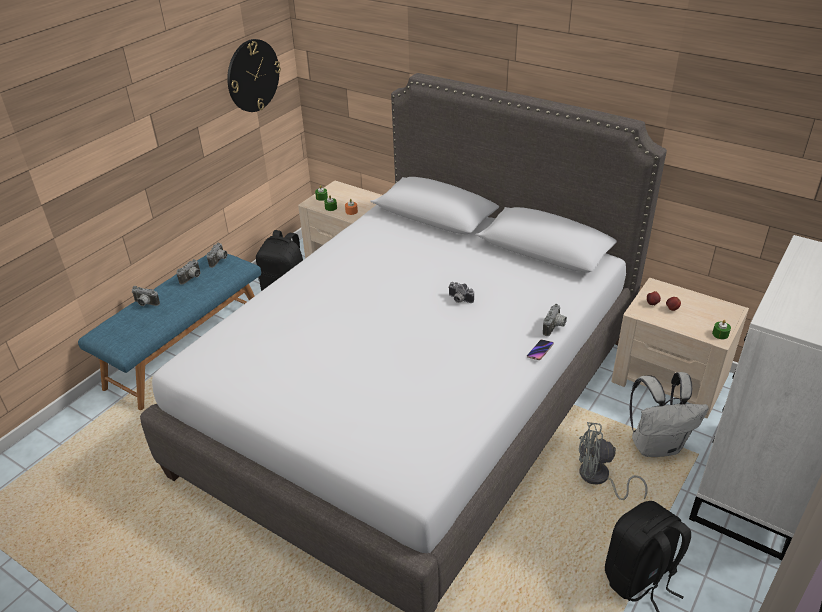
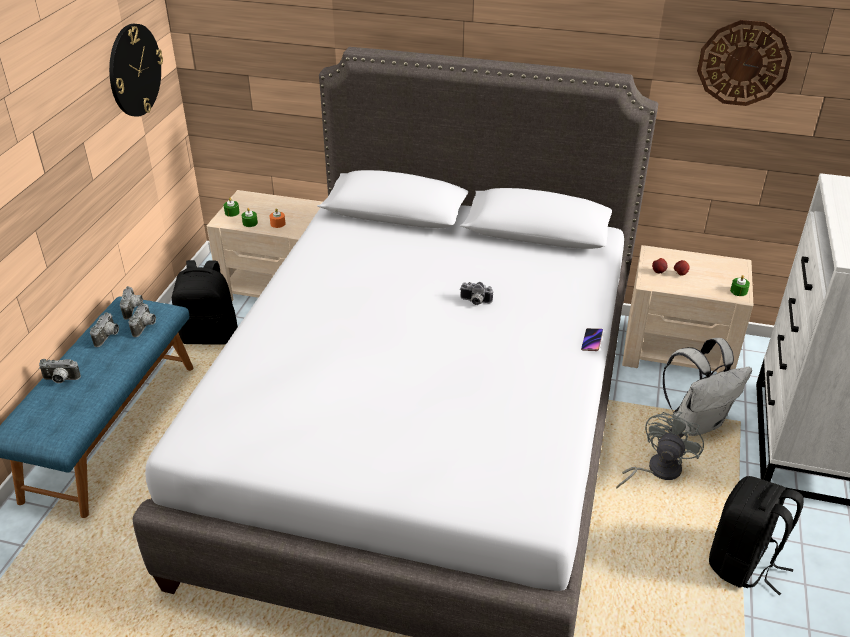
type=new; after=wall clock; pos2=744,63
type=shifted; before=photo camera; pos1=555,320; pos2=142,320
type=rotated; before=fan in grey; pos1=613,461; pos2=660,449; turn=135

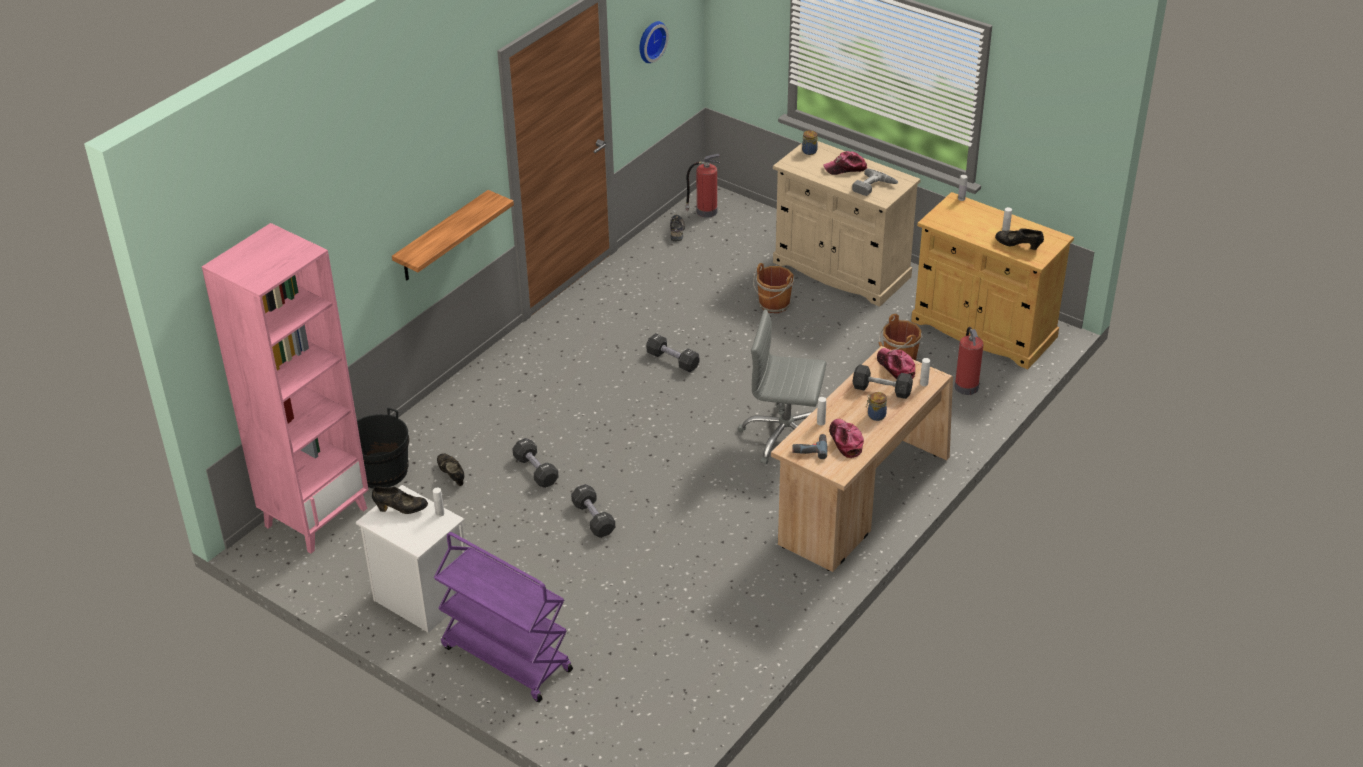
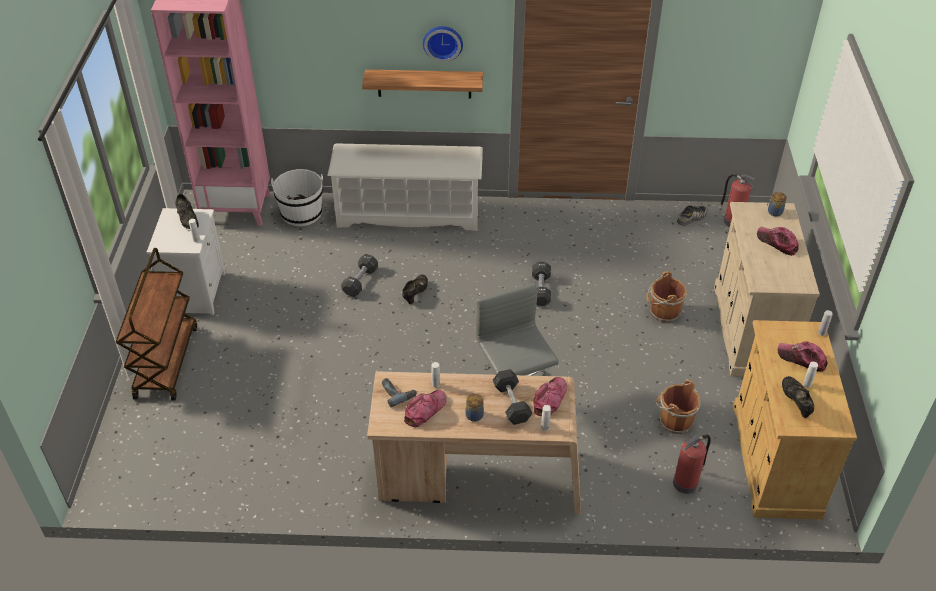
type=gone; before=dumbbell in black; pos1=593,511
type=gone; before=power drill; pos1=875,182
type=new; after=shoe rack in white; pos2=405,187
type=new; after=cap; pos2=803,356
type=shifted; before=shoe in black; pos1=450,469; pos2=415,289
type=shifted; before=wall clock; pos1=654,42; pos2=443,44
type=repainted; before=bucket in black; after=bucket in white; pos1=383,448; pos2=297,197
type=repainted; before=cart in purple; after=cart in brown; pos1=503,617; pos2=156,324

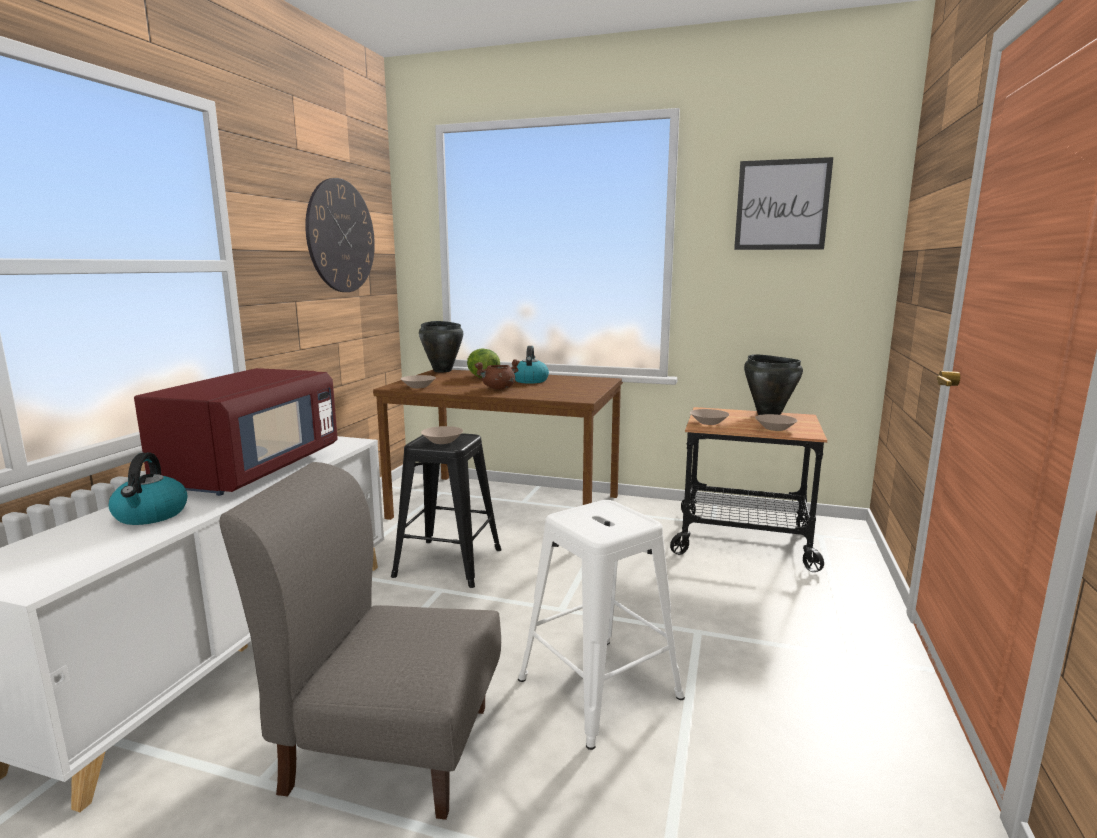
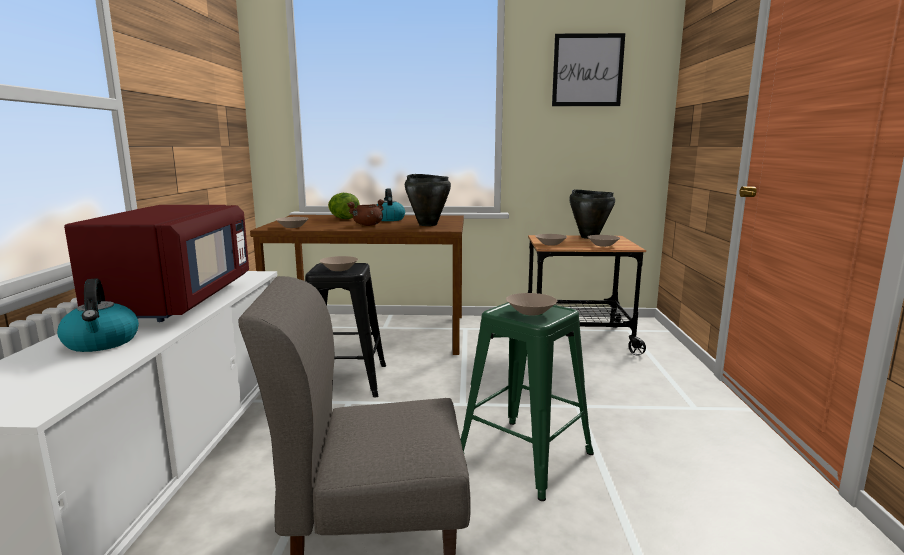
type=gone; before=wall clock; pos1=340,235
type=new; after=bowl in beige; pos2=531,304
type=shifted; before=cooking pot in black; pos1=441,346; pos2=428,200
type=repainted; before=stool in white; after=stool in green; pos1=601,625; pos2=527,401

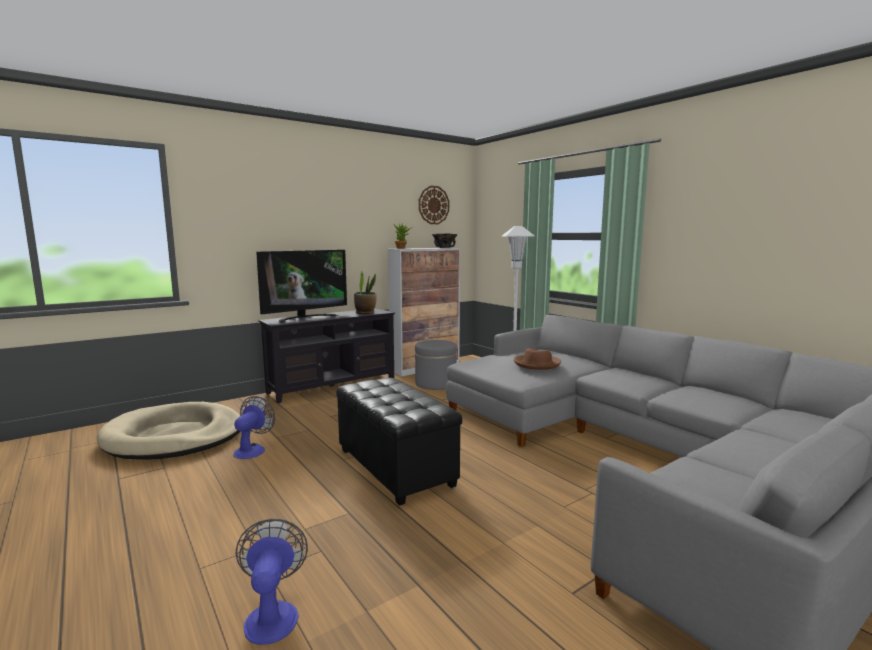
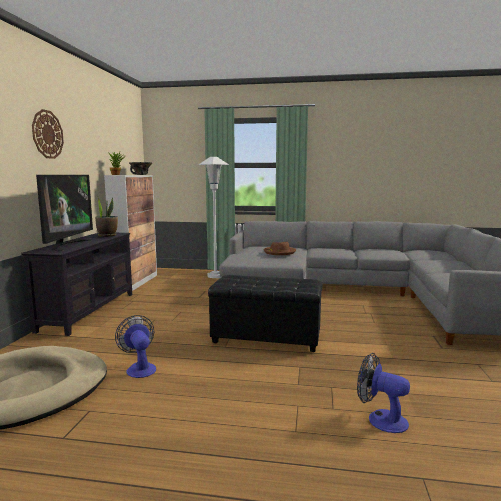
type=gone; before=ottoman in grey; pos1=436,365
type=shifted; before=wall clock; pos1=434,205; pos2=48,134

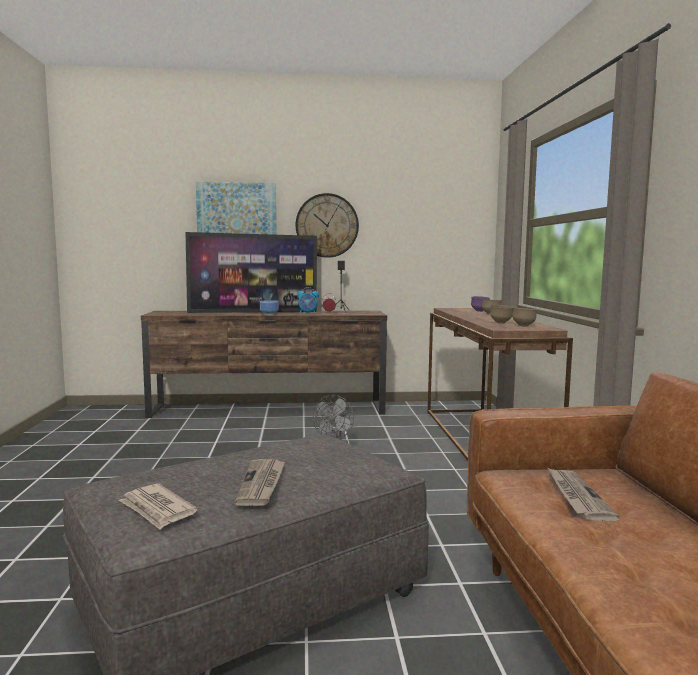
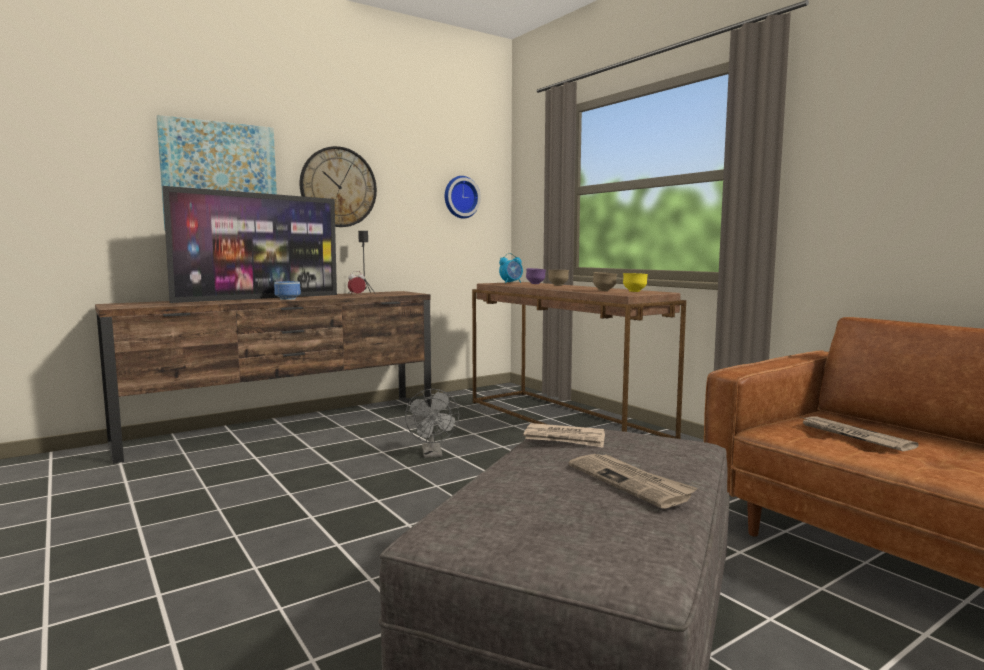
type=new; after=wall clock; pos2=463,197
type=shifted; before=newspaper; pos1=158,507; pos2=564,435
type=shifted; before=alarm clock; pos1=308,300; pos2=511,268
type=repainted; before=bowl in brown; after=bowl in yellow; pos1=524,317; pos2=635,282

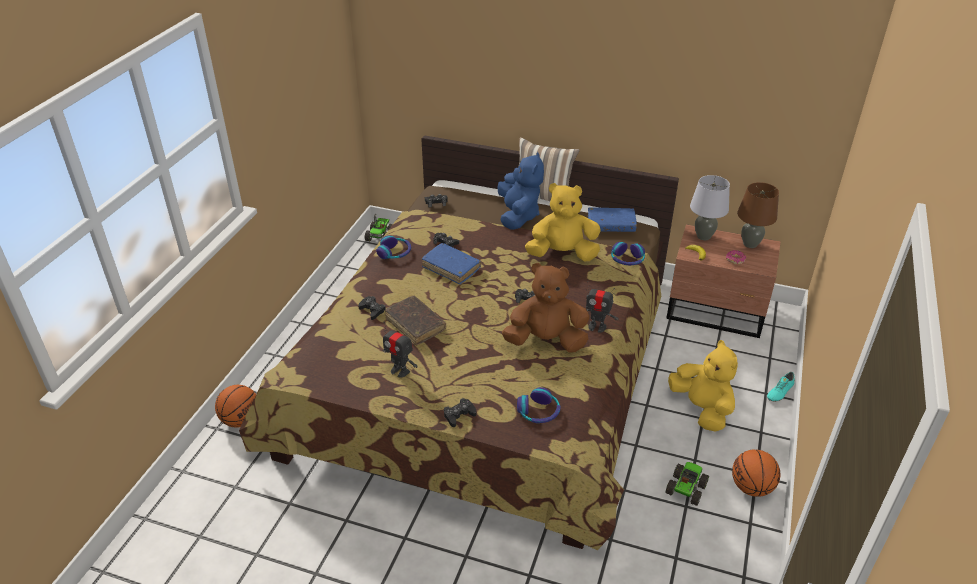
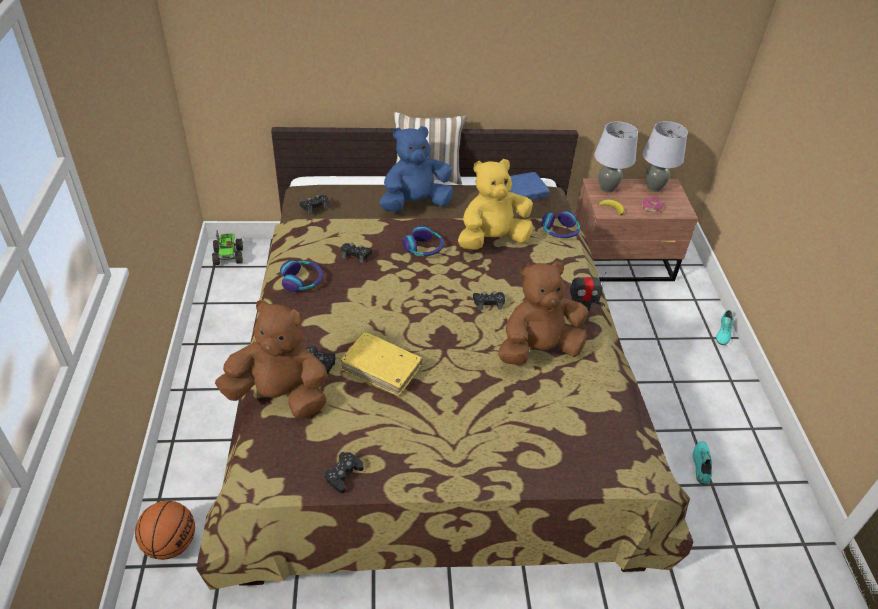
type=gone; before=toy robot; pos1=400,349
type=gone; before=book in blue; pos1=451,263
type=gone; before=plush toy in yellow; pos1=703,386
type=gone; before=basketball; pos1=756,473
type=new; after=plush toy in brown; pos2=271,359
type=shifted; before=game controller in black; pos1=460,412; pos2=344,472
type=shifted; before=headphones; pos1=538,405; pos2=423,241
type=swapped; before=toy truck; after=shoe in turquoise; pos1=687,484; pos2=702,463
type=repainted; before=book in brown; after=book in yellow; pos1=415,320; pos2=381,364
type=repainted; before=table lamp in brown; after=table lamp in grey; pos1=758,215; pos2=665,156
type=rotated; before=plush toy in blue; pos1=520,191; pos2=416,169; turn=-90

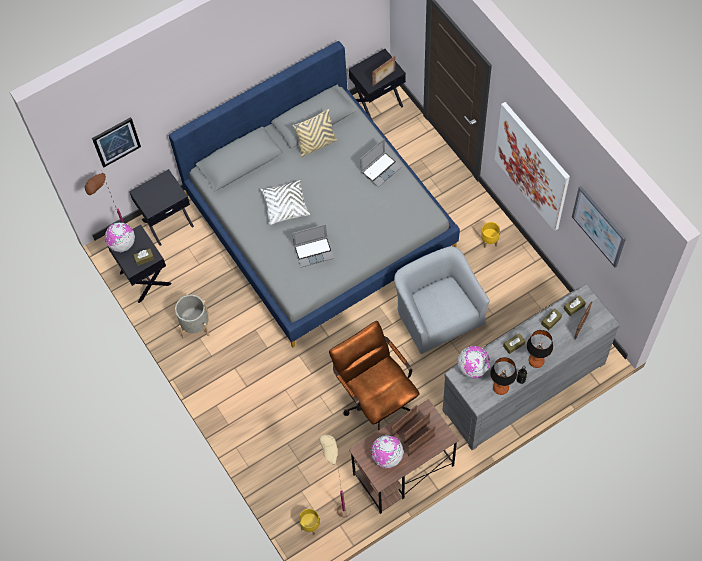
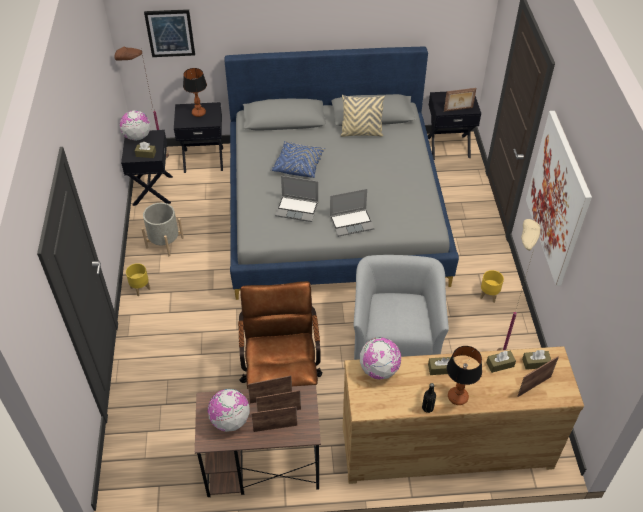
type=gone; before=picture; pos1=599,227
type=shifted; before=planter in yellow; pos1=309,522; pos2=138,279
type=shifted; before=floor lamp in beige; pos1=335,476; pos2=518,285
type=shifted; before=laptop; pos1=381,163; pos2=352,213
type=shifted; before=table lamp; pos1=503,376; pos2=195,92
type=repainted; before=pillow in white; after=pillow in blue; pos1=285,202; pos2=298,159
type=repainted; before=dresser in grey; after=dresser in brown; pos1=531,367; pos2=463,415

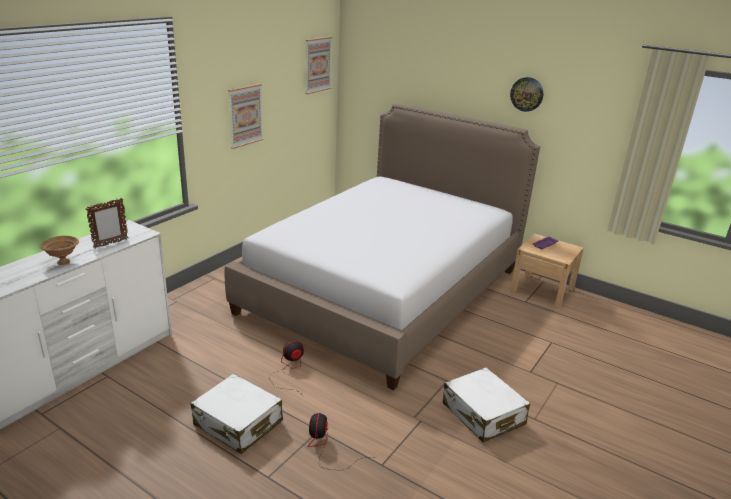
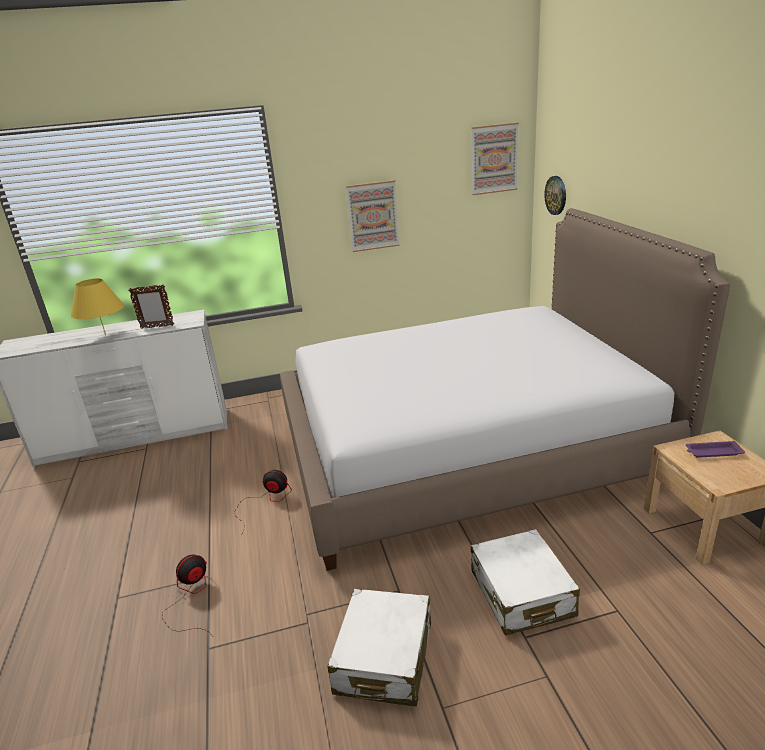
type=shifted; before=suitcase in white; pos1=237,414; pos2=525,582
type=shifted; before=wall clock; pos1=526,94; pos2=555,195
type=swapped; before=bowl in brown; after=table lamp in yellow; pos1=59,250; pos2=97,306

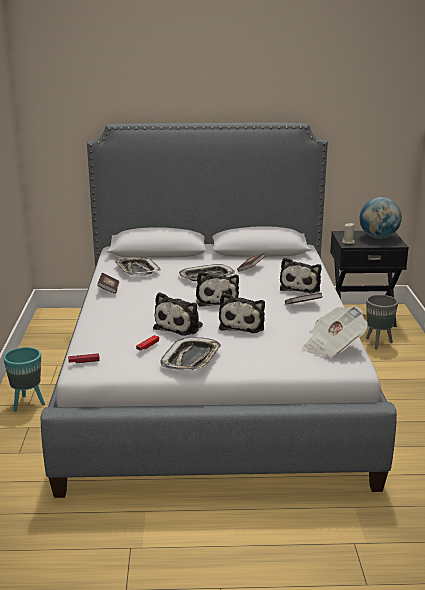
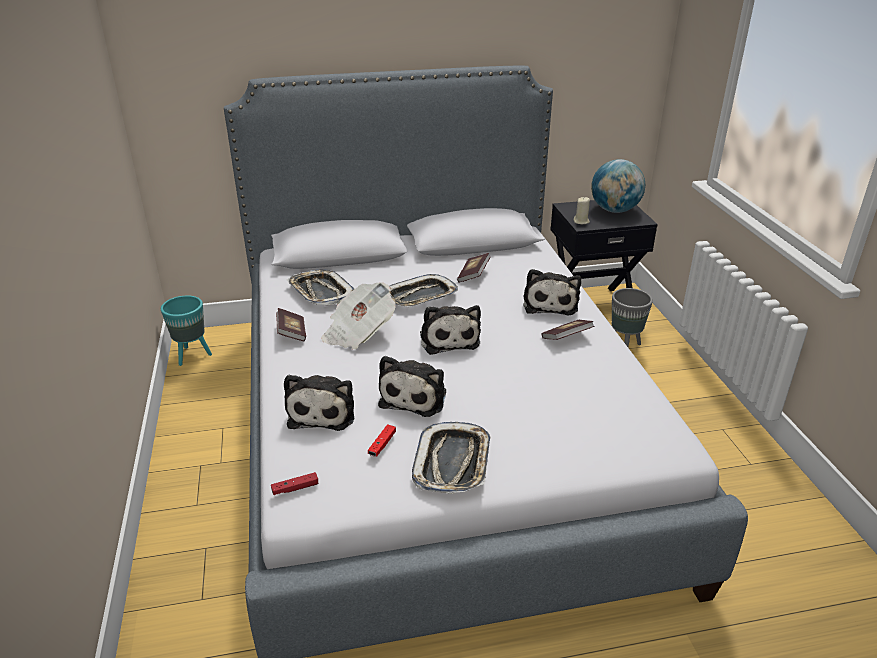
type=shifted; before=planter in turquoise; pos1=24,379; pos2=186,331
type=shifted; before=plush toy; pos1=242,313; pos2=319,403
type=shifted; before=newspaper; pos1=335,331; pos2=358,315

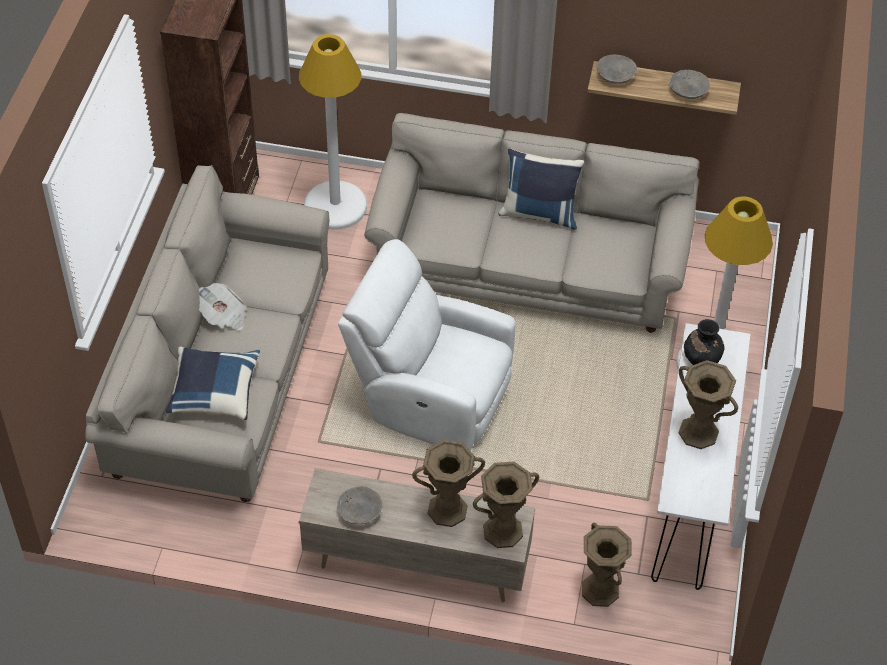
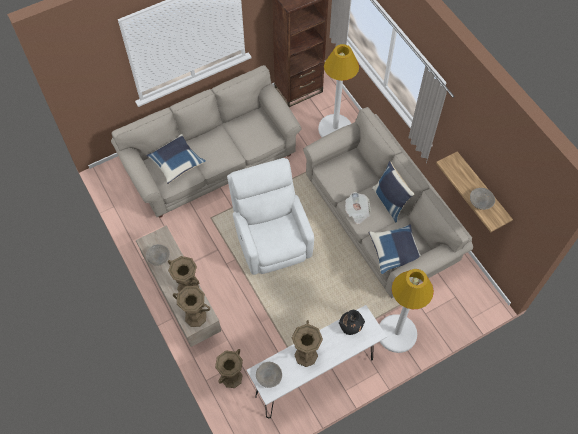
type=new; after=pillow in blue; pos2=394,249
type=shifted; before=newspaper; pos1=223,307; pos2=357,208
type=shifted; before=bowl in grey; pos1=617,69; pos2=269,375

